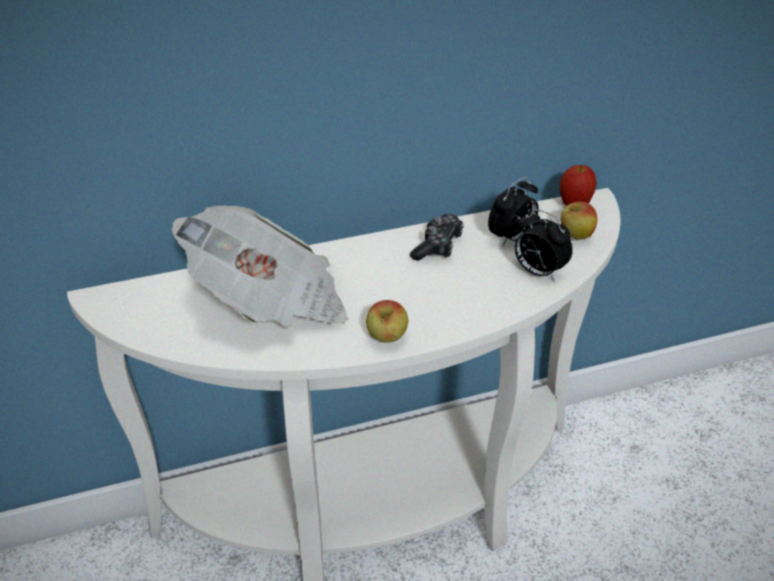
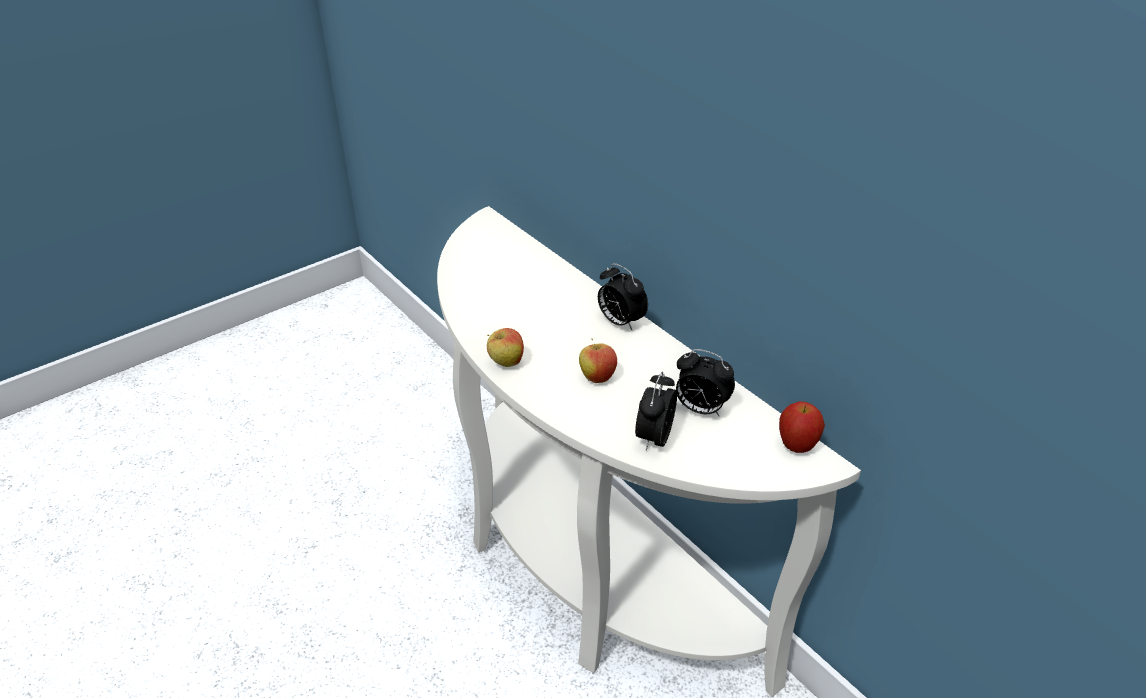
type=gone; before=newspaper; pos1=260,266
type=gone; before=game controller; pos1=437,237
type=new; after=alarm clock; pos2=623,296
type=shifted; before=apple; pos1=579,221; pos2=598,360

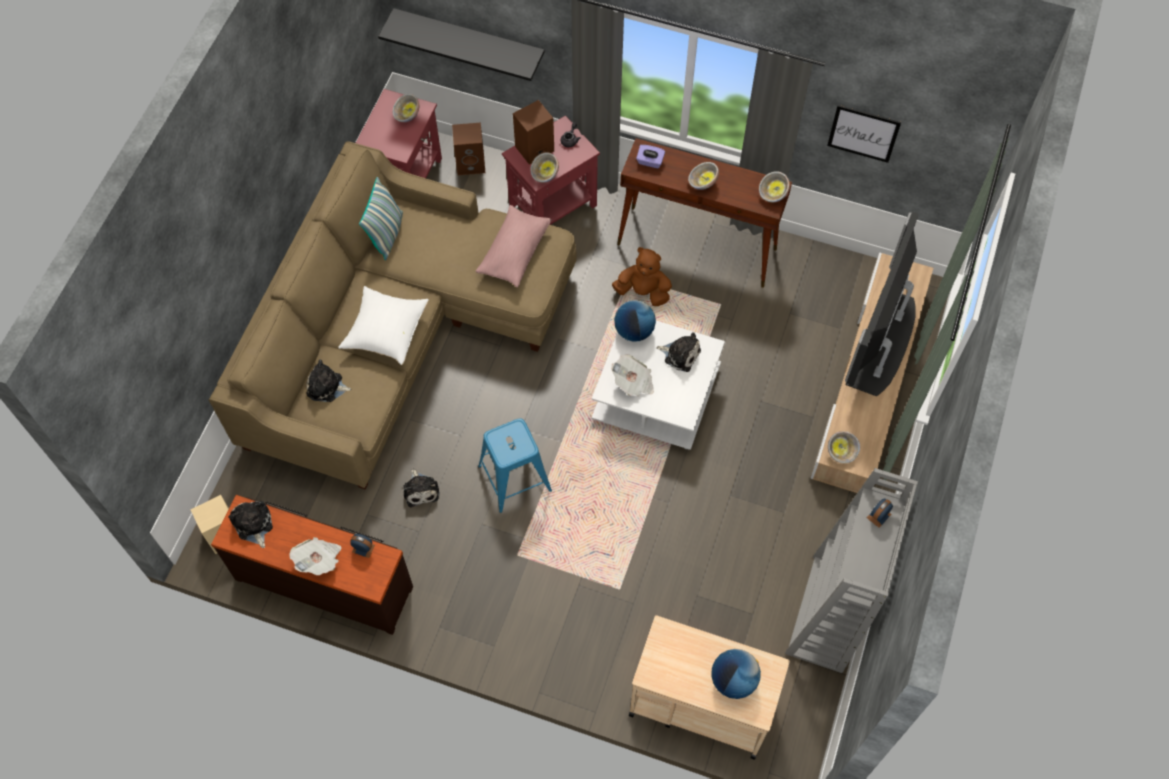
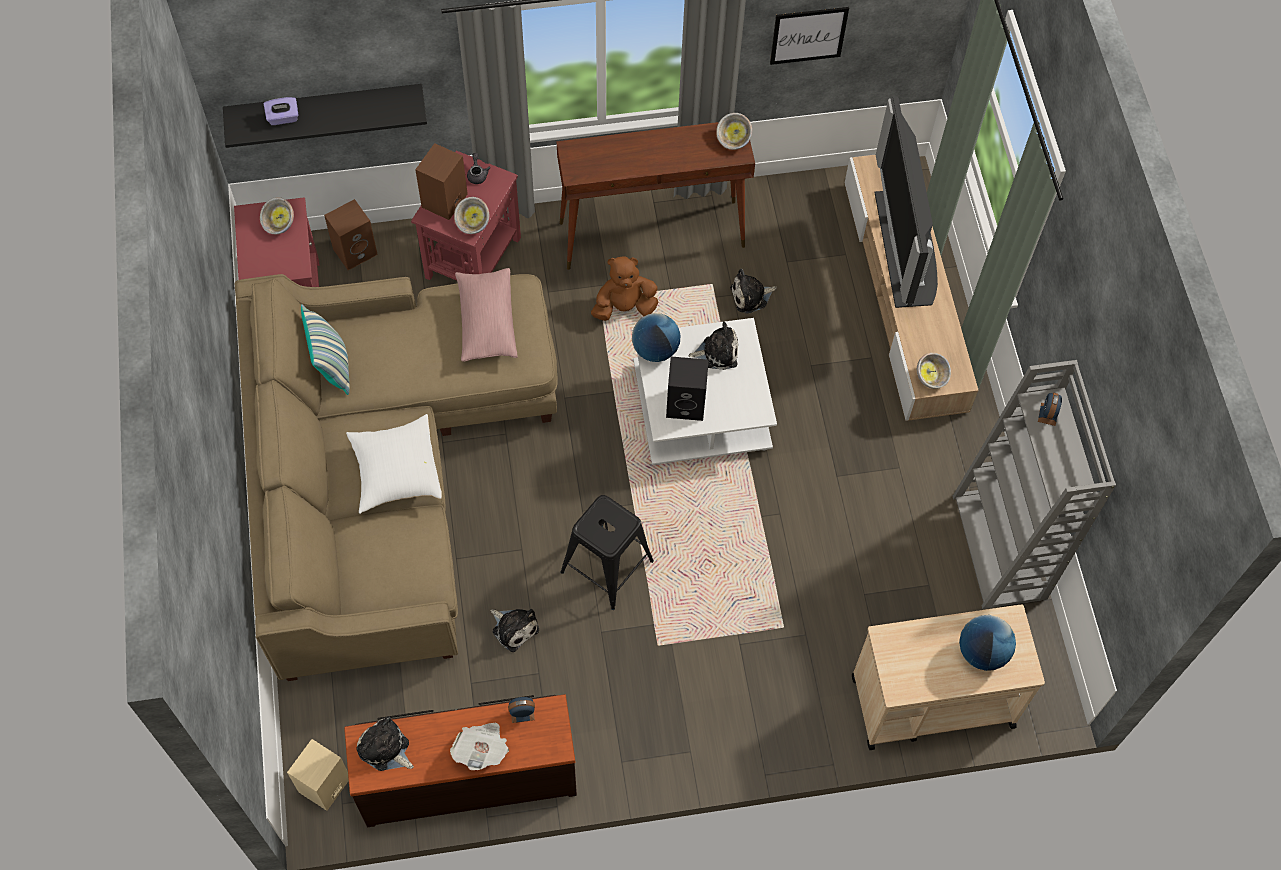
type=gone; before=bowl; pos1=703,176
type=shifted; before=plush toy; pos1=328,381; pos2=753,291
type=shifted; before=tissue box in purple; pos1=650,156; pos2=280,111
type=swapped; before=newspaper; after=speaker in black; pos1=632,375; pos2=687,389
type=repainted; before=stool in blue; after=stool in black; pos1=515,465; pos2=607,552

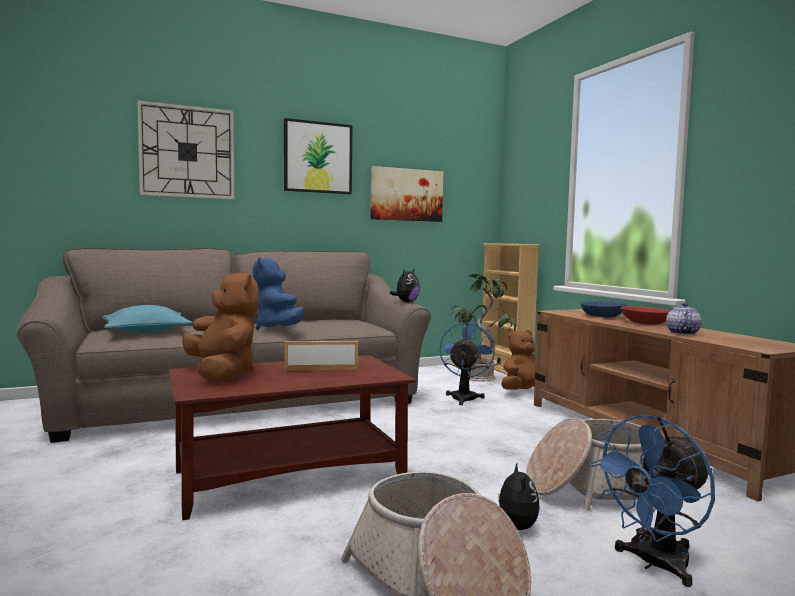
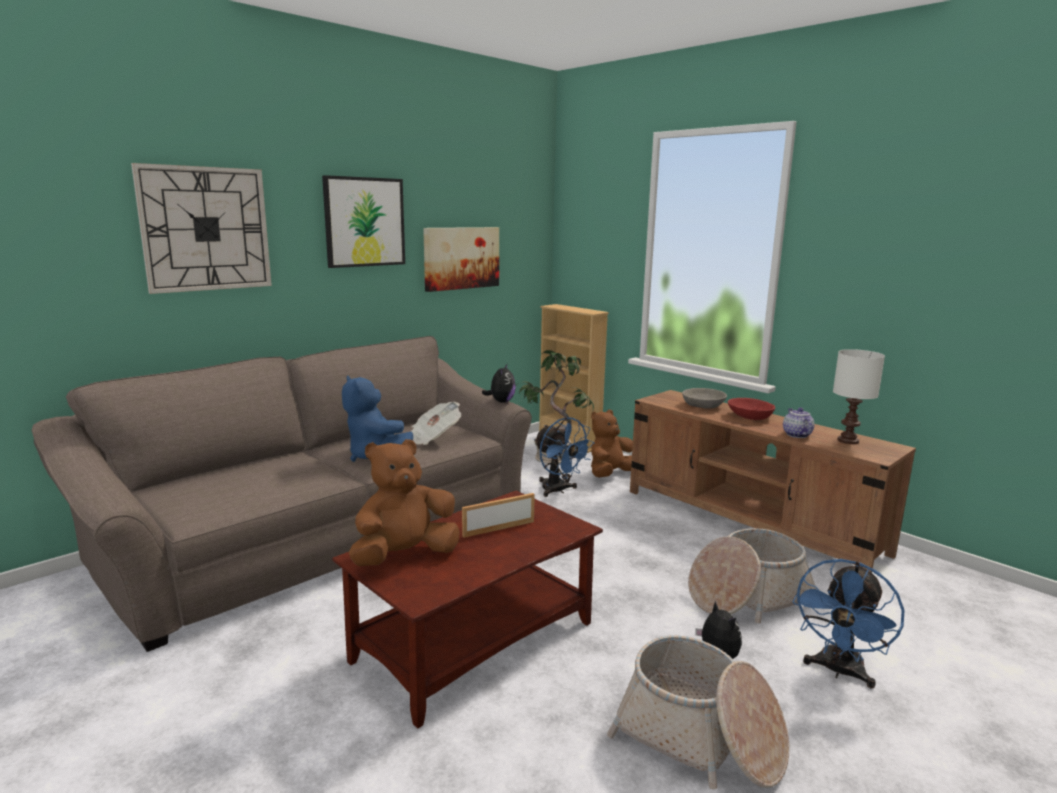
type=gone; before=pillow in turquoise; pos1=147,319
type=new; after=newspaper; pos2=436,423
type=new; after=table lamp in white; pos2=859,396
type=repainted; before=bowl in blue; after=bowl in grey; pos1=604,309; pos2=704,398
type=rotated; before=plush toy in brown; pos1=220,325; pos2=404,502; turn=-75
type=rotated; before=fan in blue; pos1=467,363; pos2=564,457; turn=150

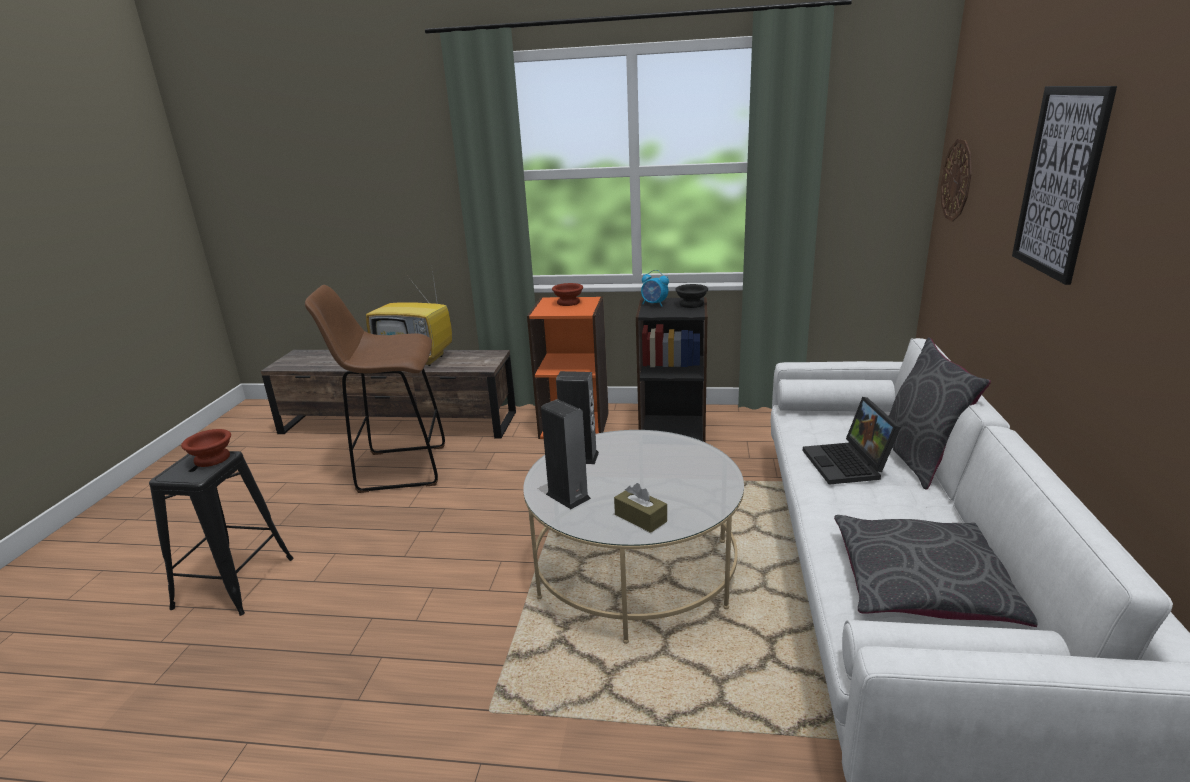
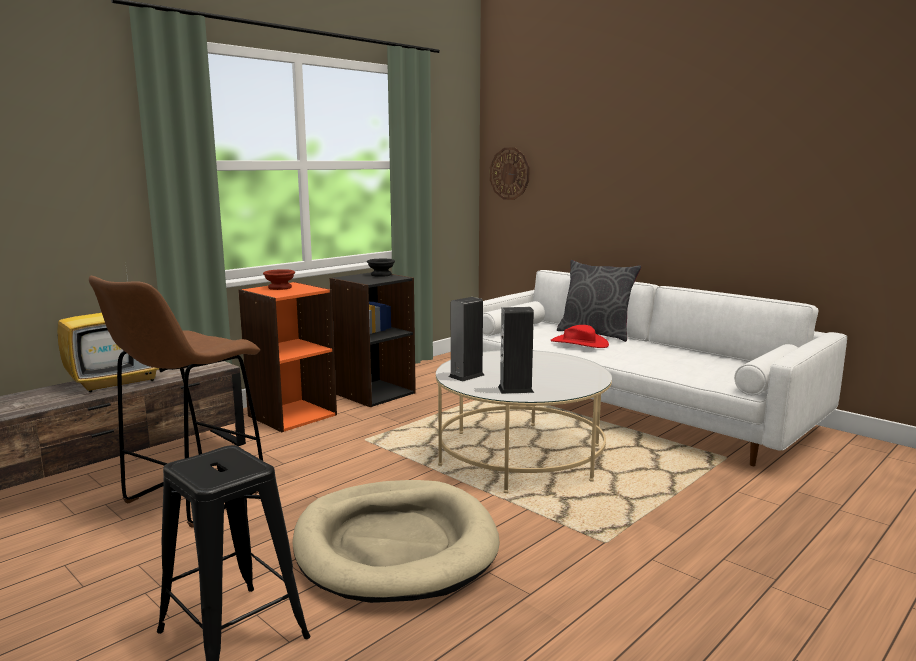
type=gone; before=bowl in brown; pos1=206,448
type=gone; before=tissue box in brown; pos1=640,508
type=gone; before=alarm clock; pos1=655,288
type=gone; before=pillow in grey; pos1=936,571
type=gone; before=picture; pos1=1064,185
type=new; after=dog bed in beige; pos2=396,541
type=swapped; before=laptop; after=hat in red; pos1=851,441; pos2=579,336

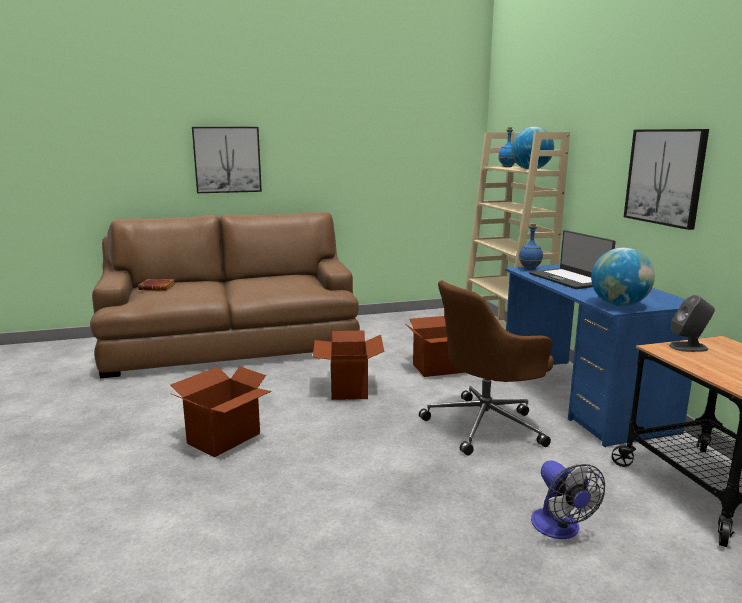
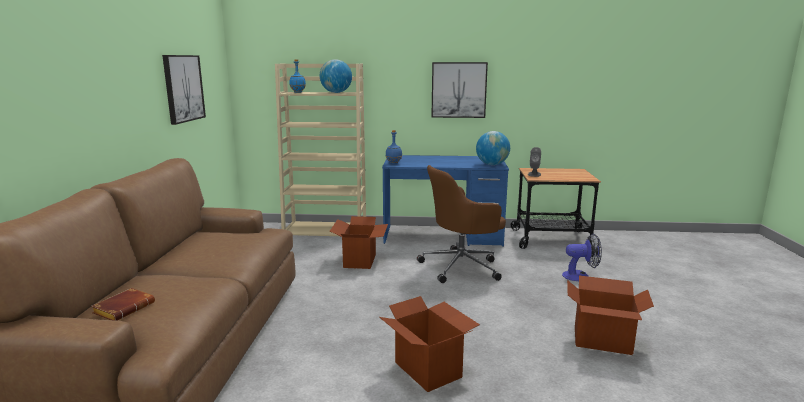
type=gone; before=laptop; pos1=572,259
type=shifted; before=picture; pos1=227,160; pos2=184,90
type=shifted; before=cardboard box; pos1=348,365; pos2=610,315
type=rotated; before=office chair in brown; pos1=486,368; pos2=461,224; turn=75

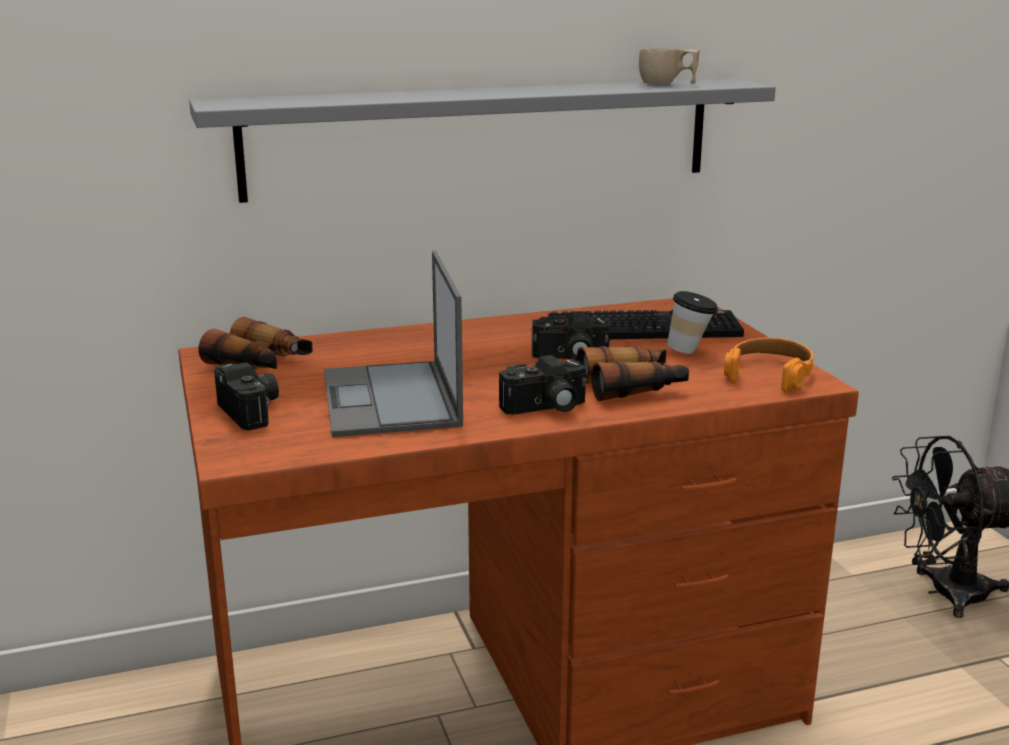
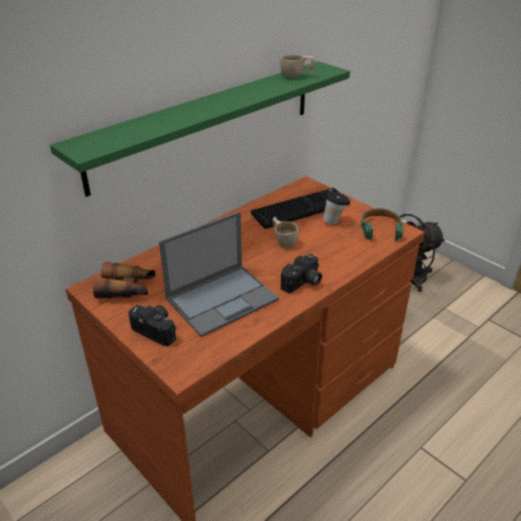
type=gone; before=binoculars; pos1=632,373
type=swapped; before=photo camera; after=cup in beige; pos1=571,336; pos2=285,232
type=repainted; before=shelf in grey; after=shelf in green; pos1=482,140; pos2=200,129
type=repainted; before=headphones in orange; after=headphones in green; pos1=768,365; pos2=382,224
type=rotated; before=laptop; pos1=393,343; pos2=219,274; turn=-90

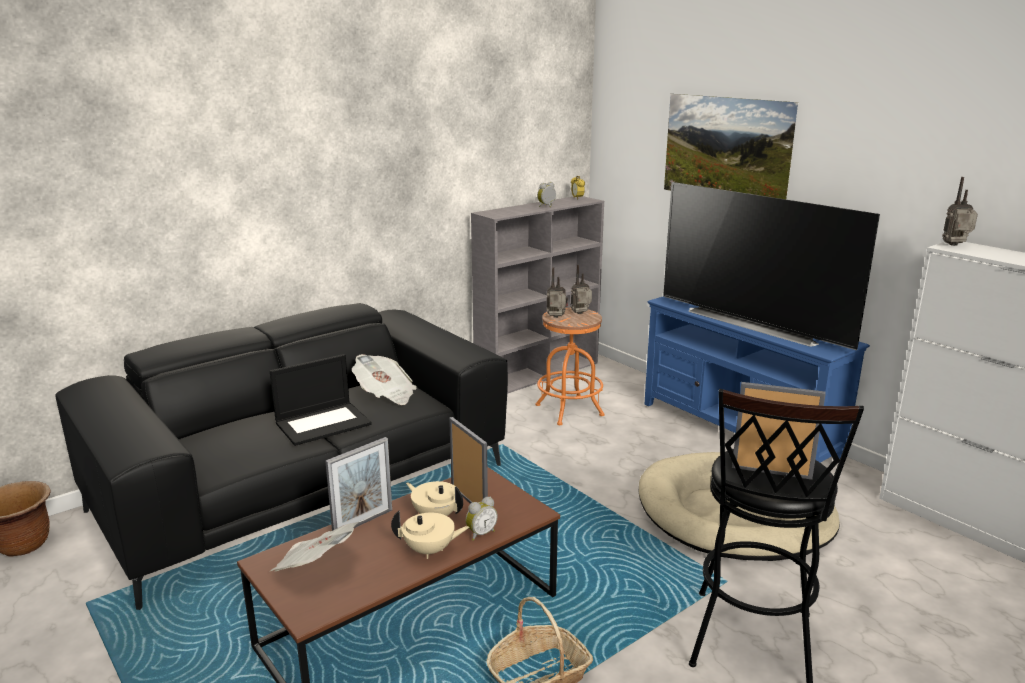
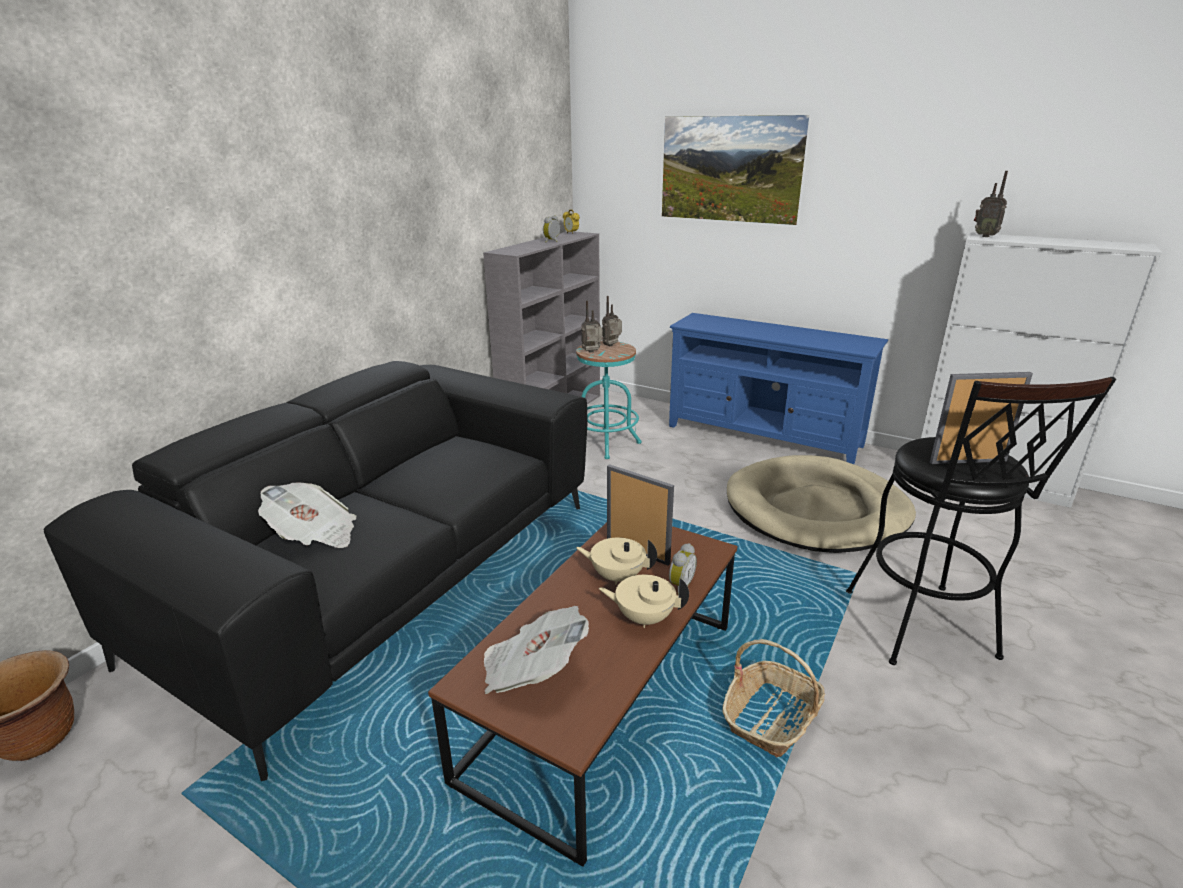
type=gone; before=laptop; pos1=321,400
type=gone; before=picture frame; pos1=358,484
type=gone; before=television; pos1=771,266
type=shifted; before=newspaper; pos1=384,379; pos2=307,515
type=repainted; before=stool in orange; after=stool in turquoise; pos1=570,366; pos2=609,400
type=rotated; before=teapot in beige; pos1=430,534; pos2=644,601; turn=-150
type=rotated; before=radio; pos1=960,211; pos2=991,204; turn=-105

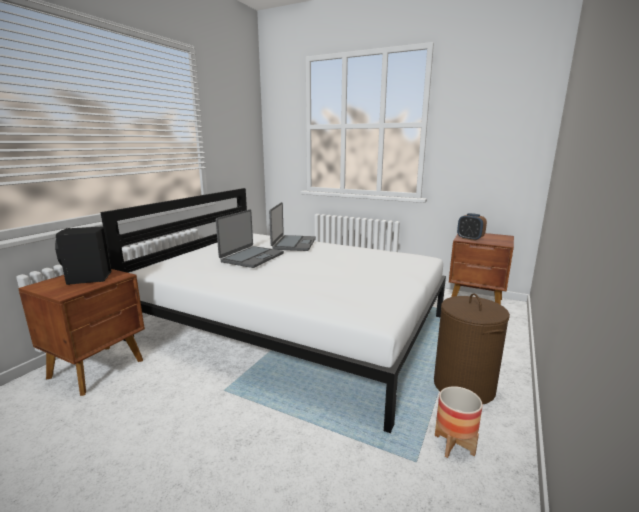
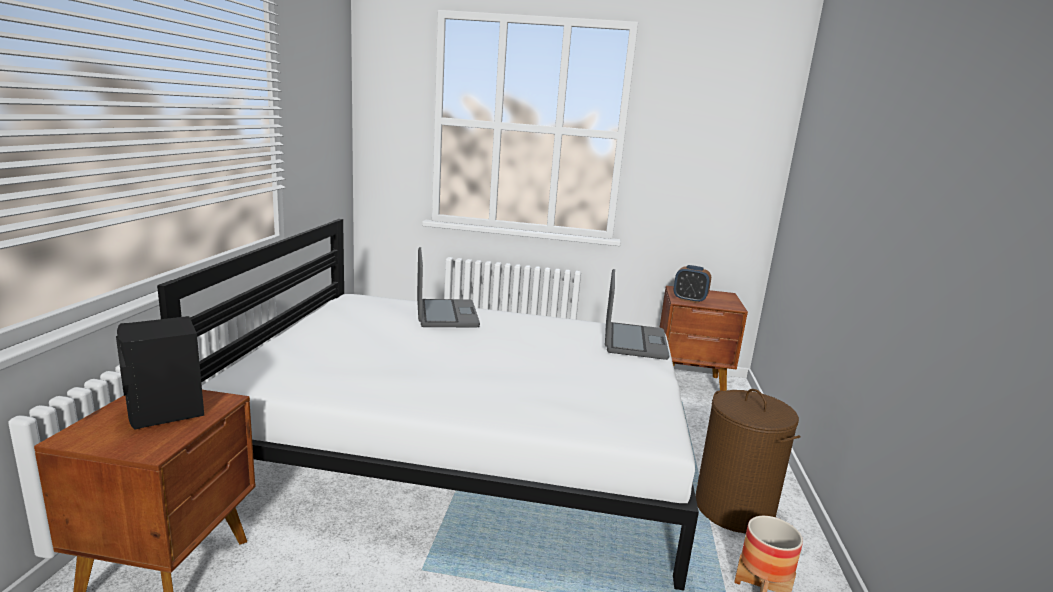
type=shifted; before=laptop; pos1=250,238; pos2=637,314

